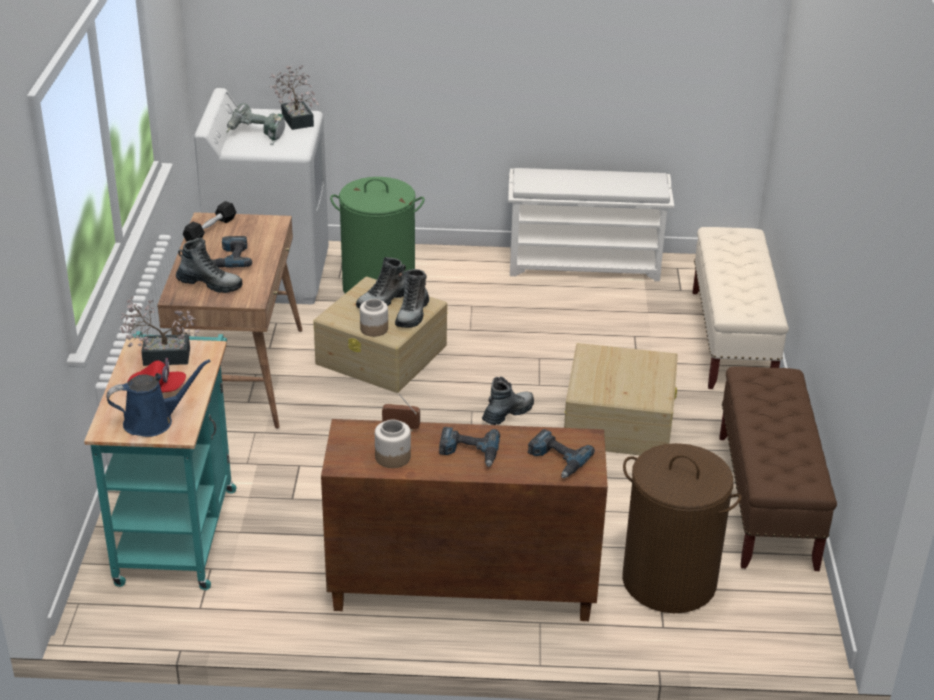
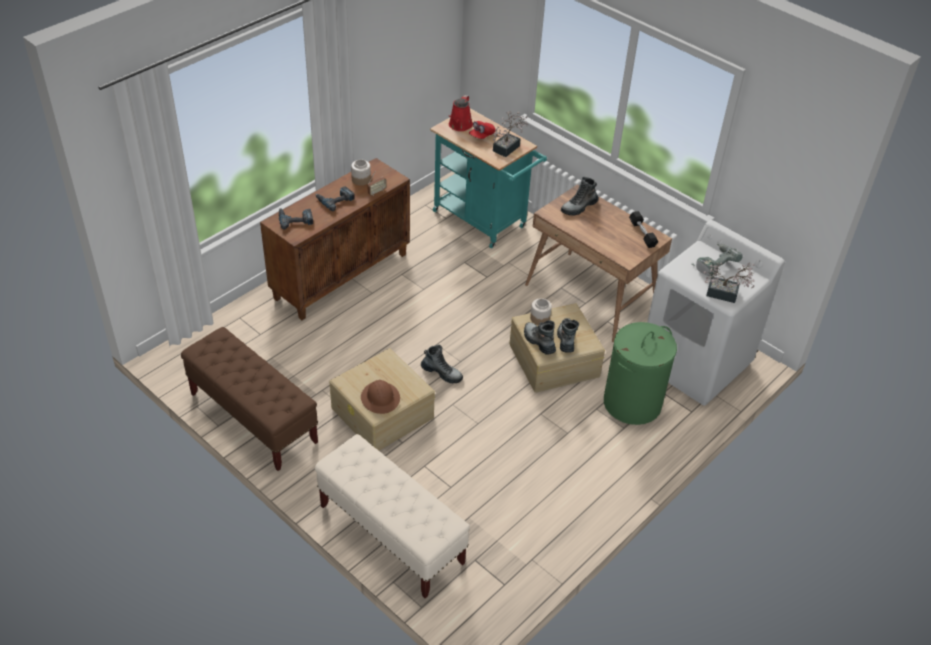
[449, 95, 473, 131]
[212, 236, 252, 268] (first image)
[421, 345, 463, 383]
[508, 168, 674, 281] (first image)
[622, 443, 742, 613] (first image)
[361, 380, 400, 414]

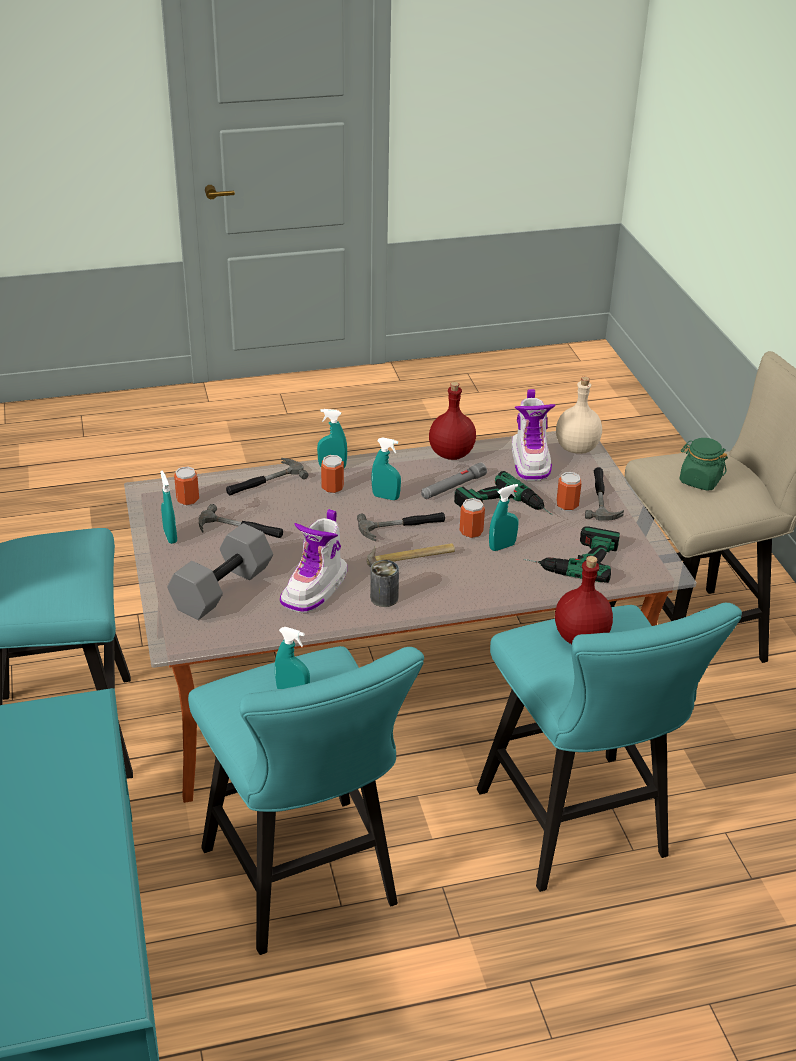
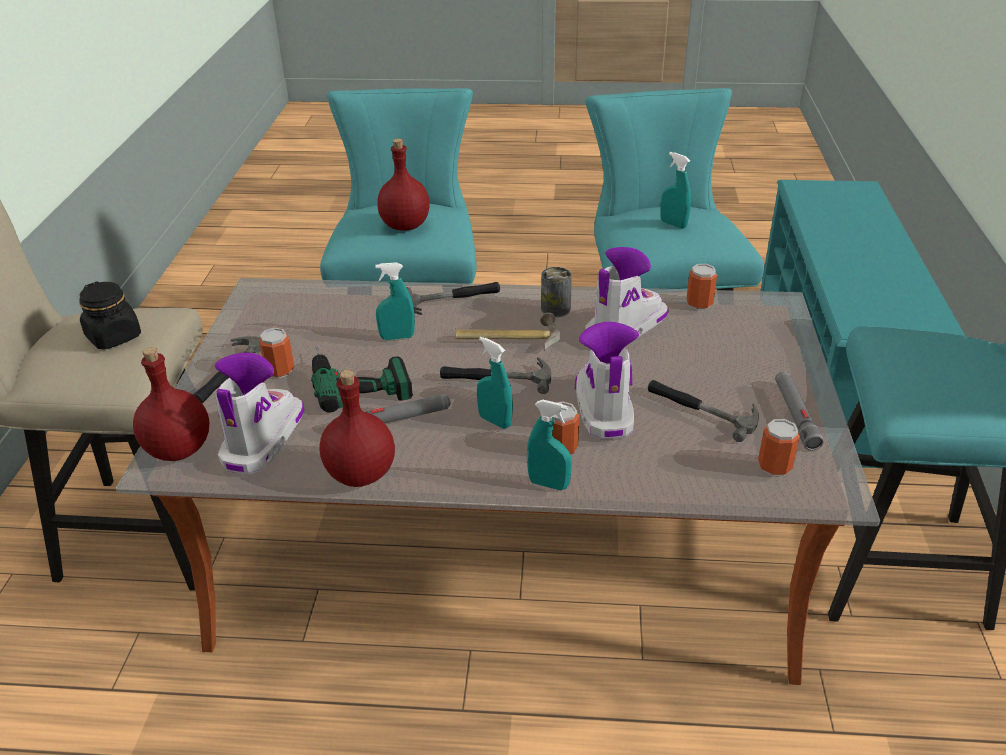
[775, 371, 824, 451]
[167, 523, 273, 620] (first image)
[406, 282, 500, 315]
[686, 264, 717, 310]
[524, 526, 620, 583] (first image)
[133, 347, 209, 461]
[79, 281, 141, 349]
[575, 322, 639, 439]

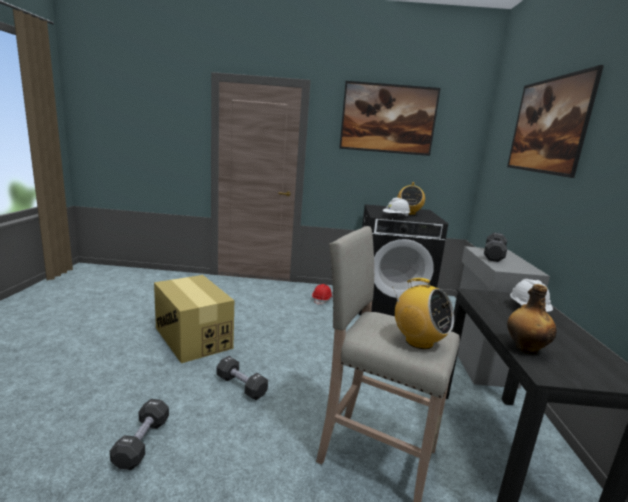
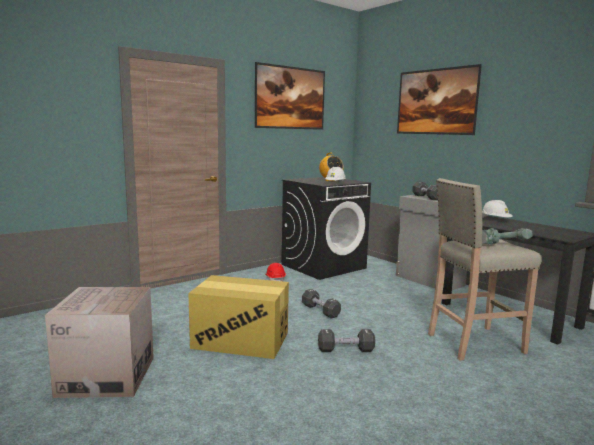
[302, 289, 341, 319]
[482, 228, 533, 244]
[507, 284, 556, 354] (first image)
[45, 287, 154, 398]

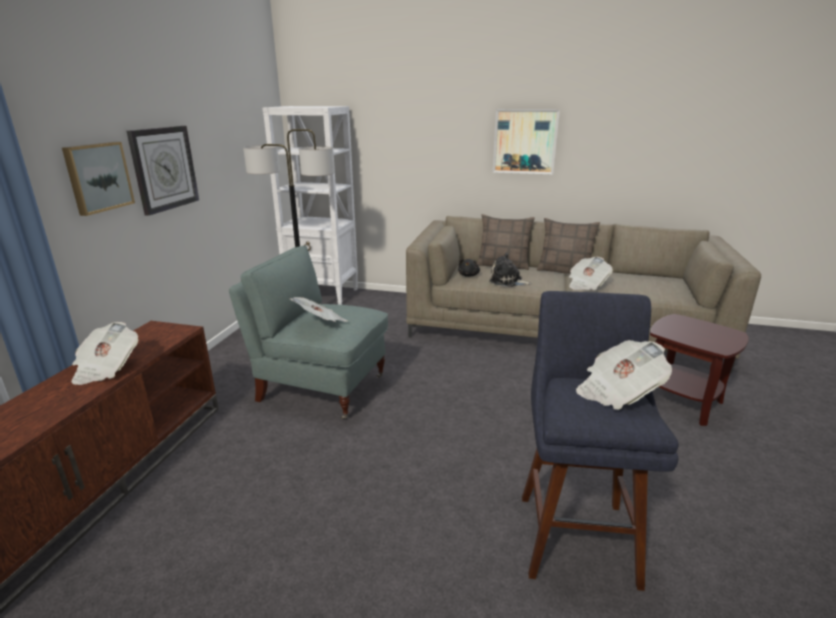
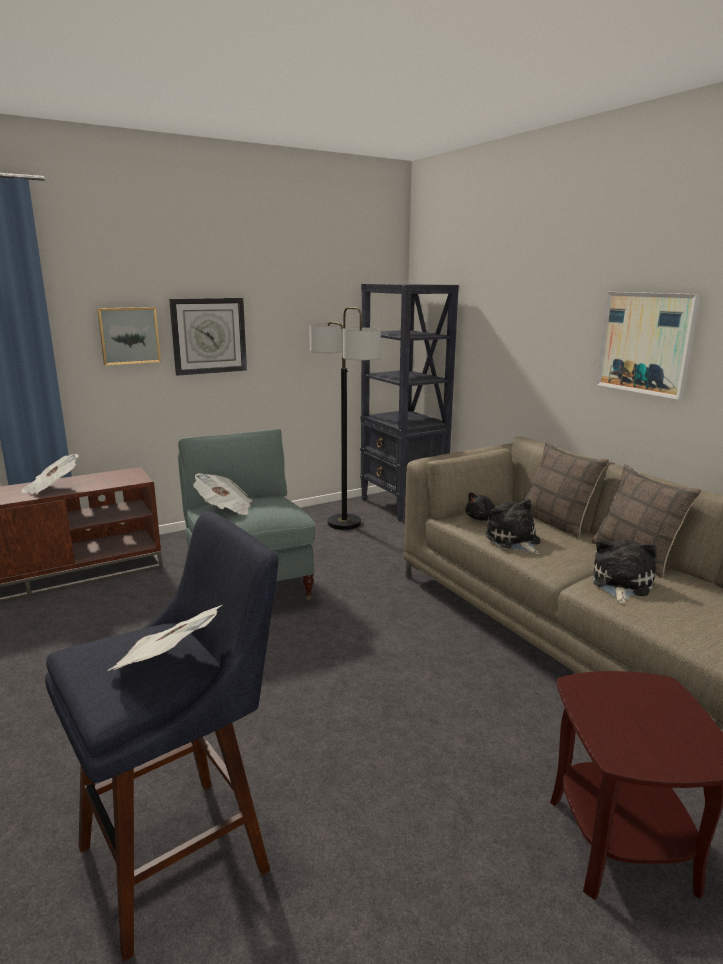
[360, 284, 459, 522]
[593, 539, 657, 604]

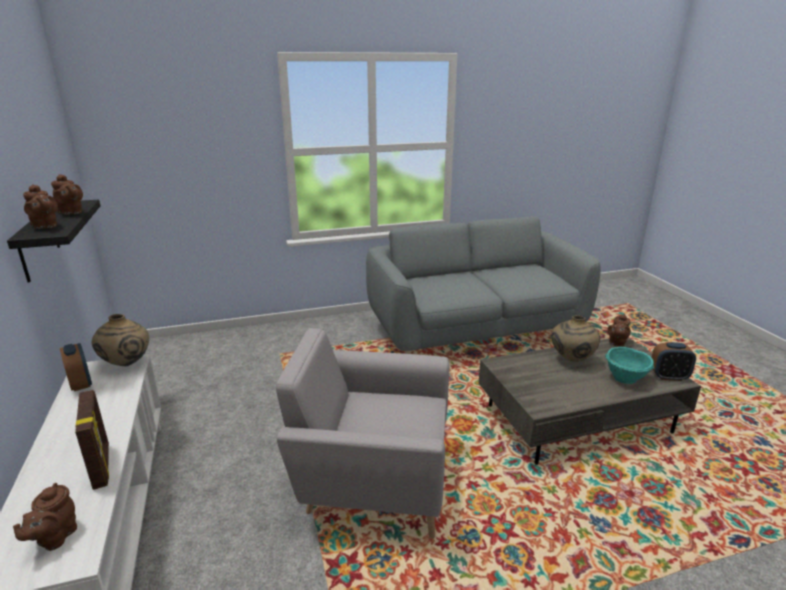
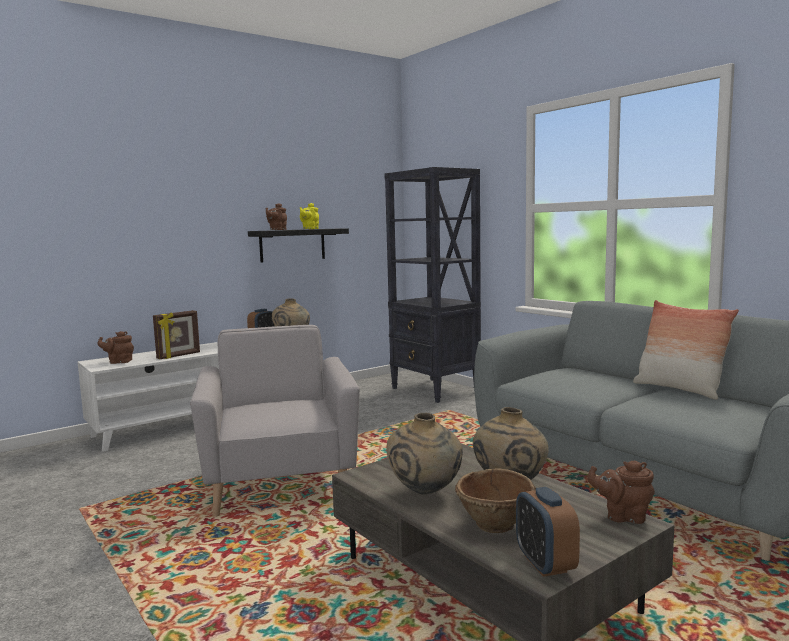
[300, 203, 319, 229]
[455, 468, 536, 533]
[384, 167, 481, 403]
[387, 413, 463, 494]
[633, 300, 739, 400]

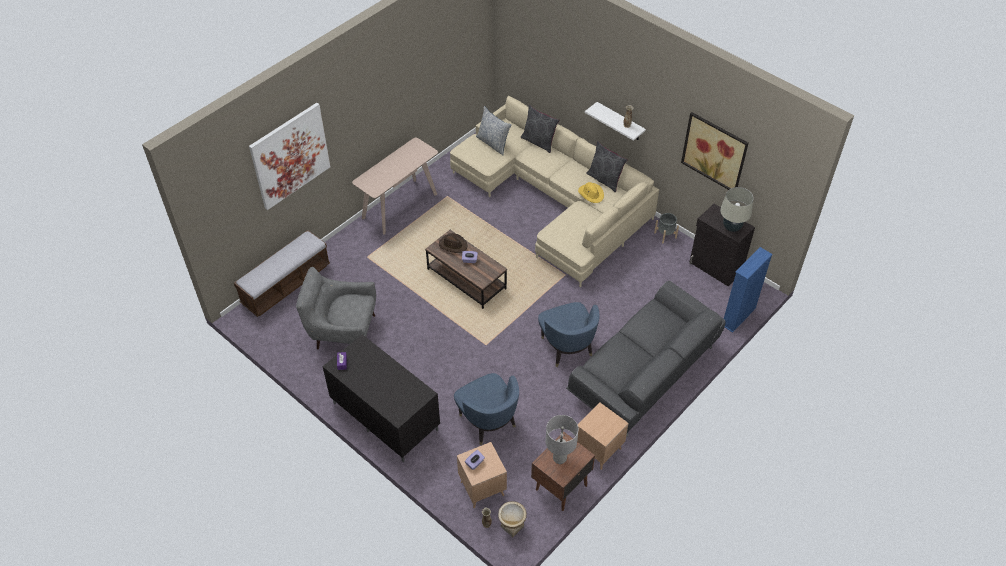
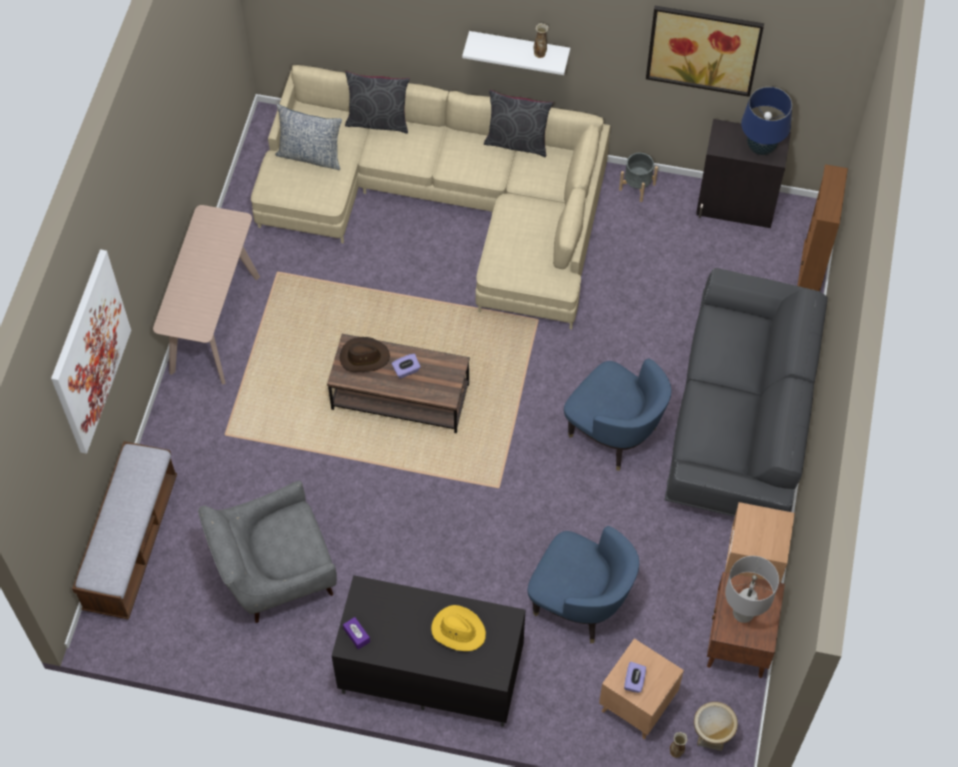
[431, 605, 486, 651]
[741, 87, 792, 155]
[797, 164, 848, 291]

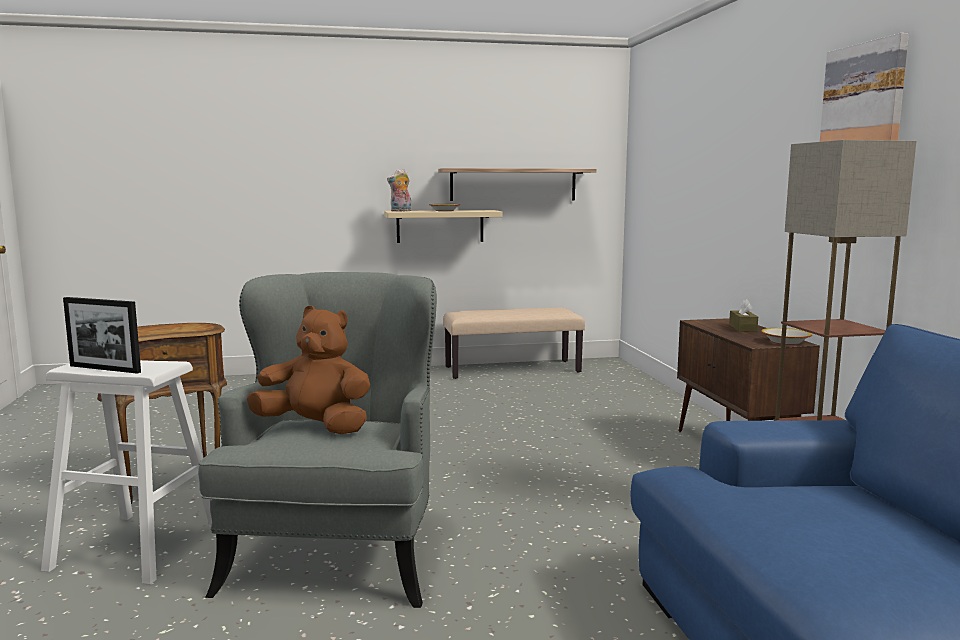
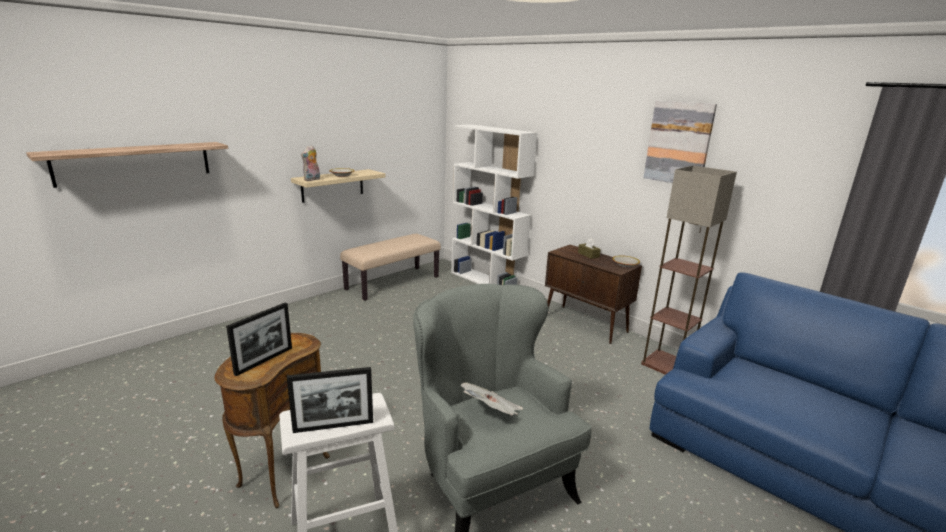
[461, 382, 523, 416]
[26, 142, 228, 188]
[226, 303, 292, 376]
[451, 124, 537, 285]

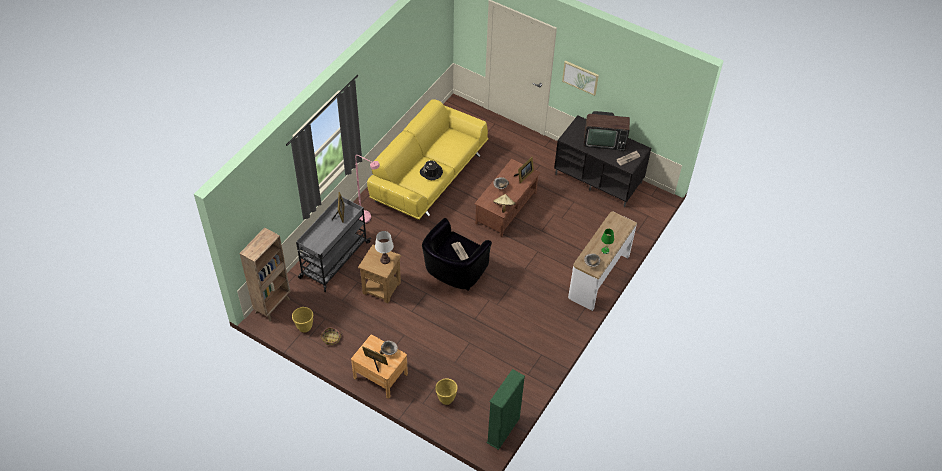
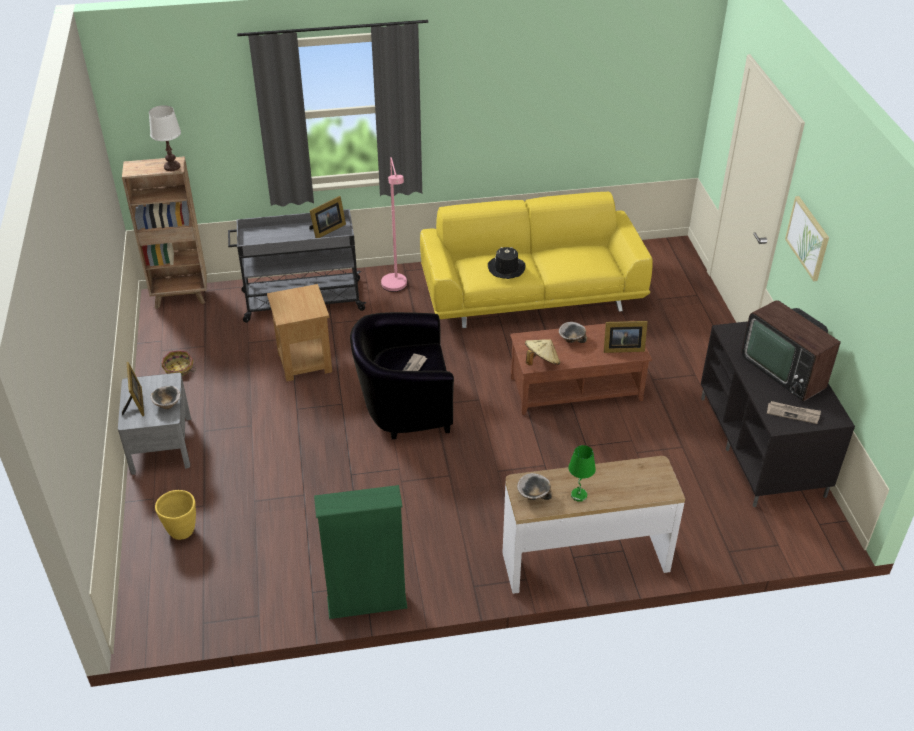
[292, 307, 313, 332] (first image)
[118, 373, 191, 475]
[149, 105, 181, 171]
[314, 485, 408, 619]

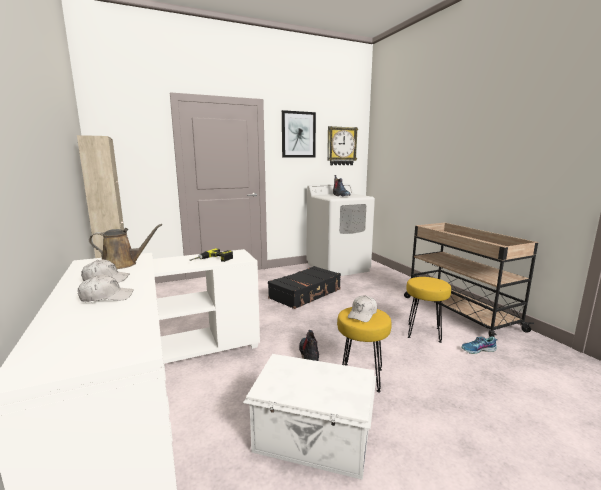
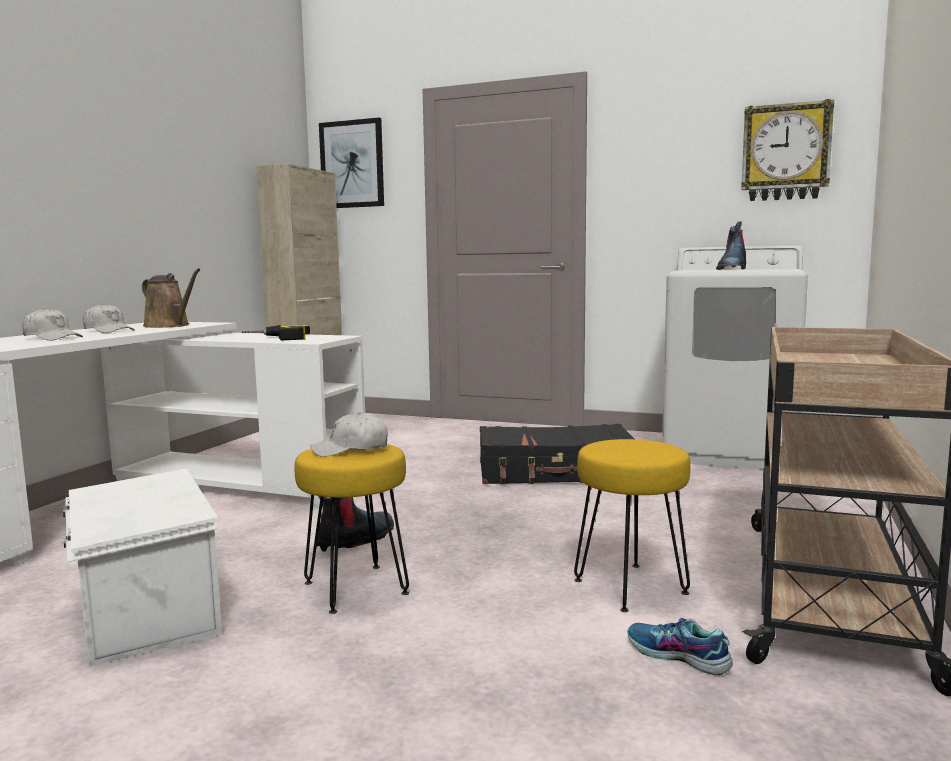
[319, 118, 384, 208]

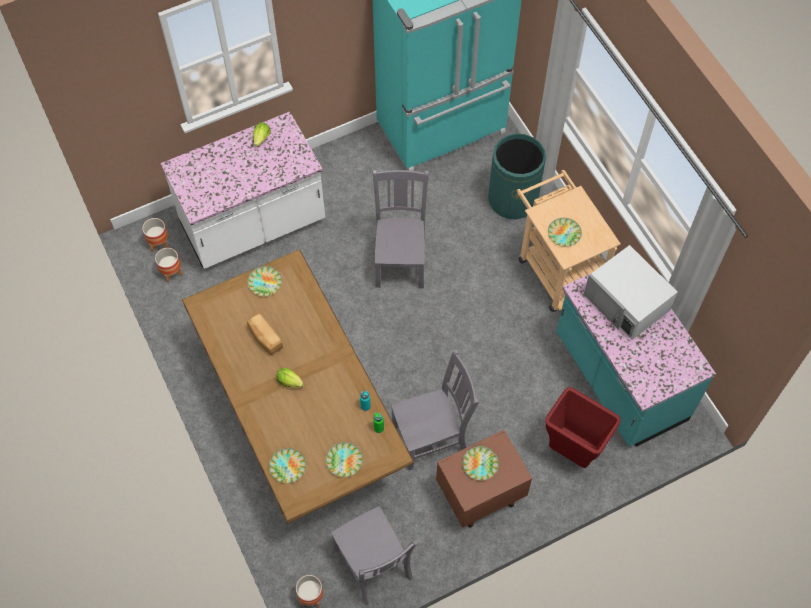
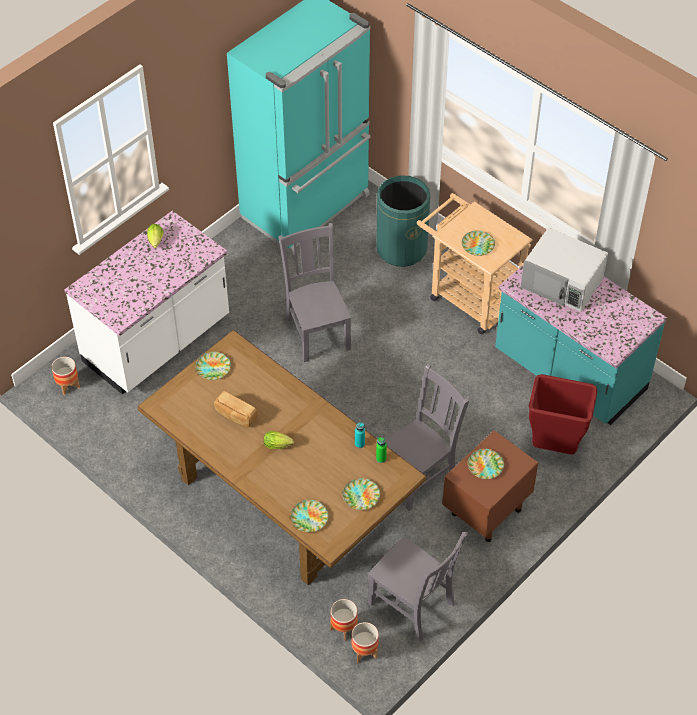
[330, 599, 358, 641]

